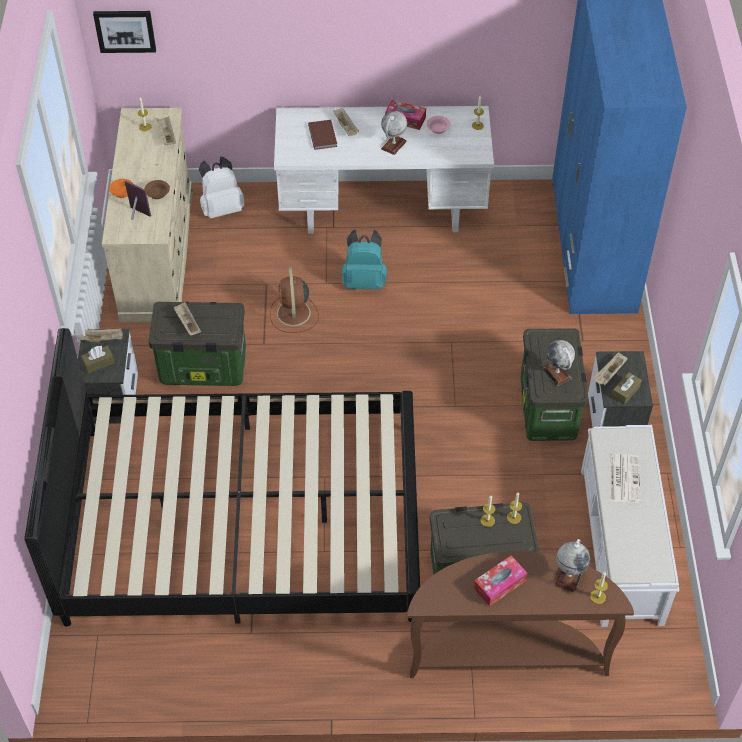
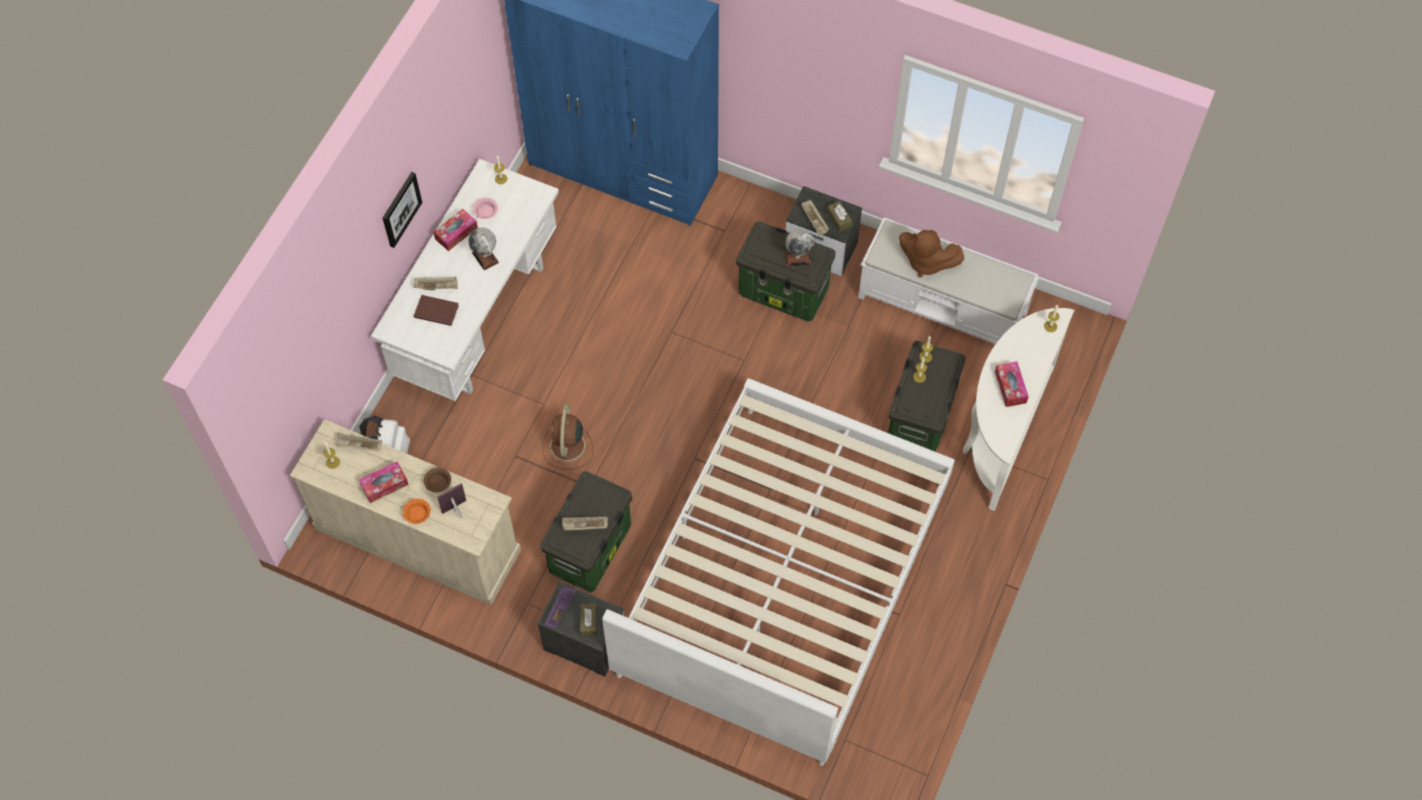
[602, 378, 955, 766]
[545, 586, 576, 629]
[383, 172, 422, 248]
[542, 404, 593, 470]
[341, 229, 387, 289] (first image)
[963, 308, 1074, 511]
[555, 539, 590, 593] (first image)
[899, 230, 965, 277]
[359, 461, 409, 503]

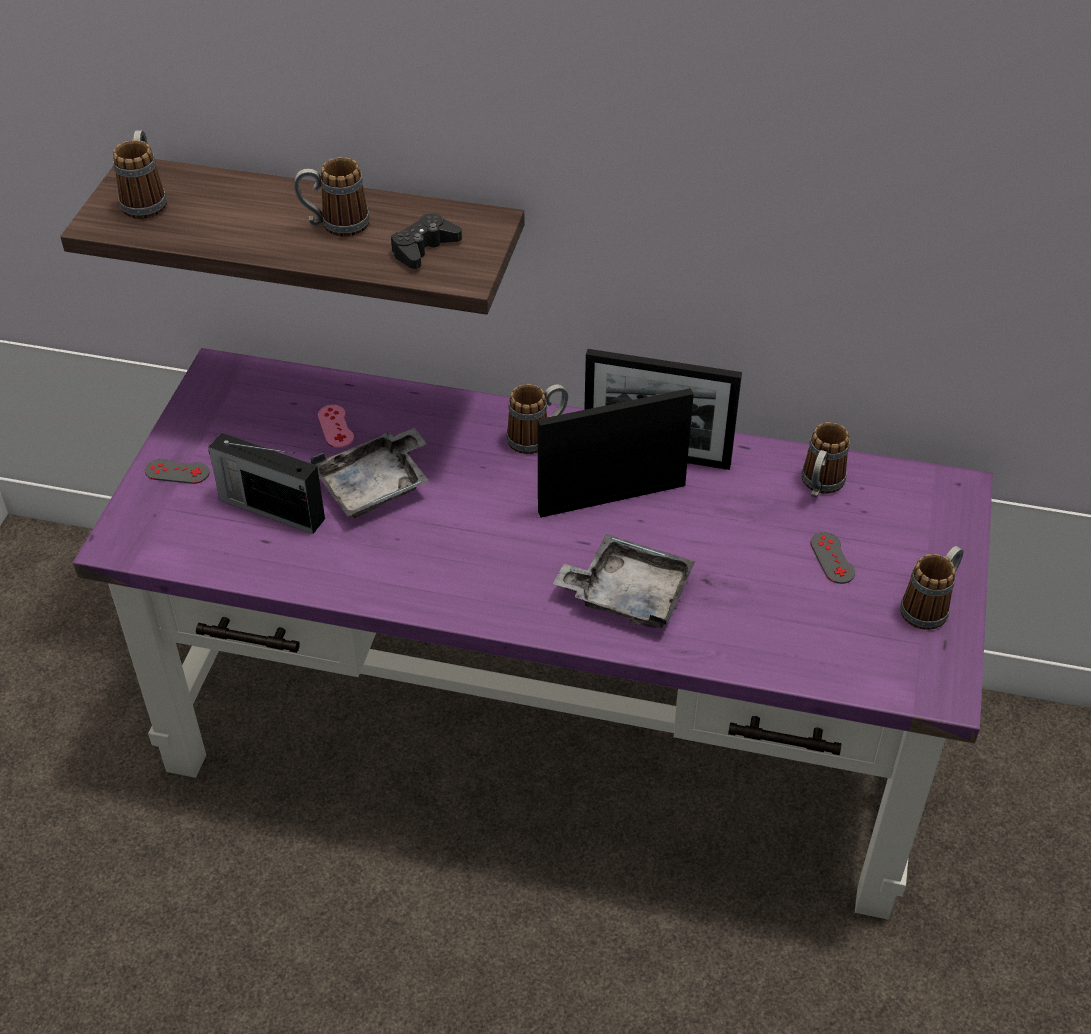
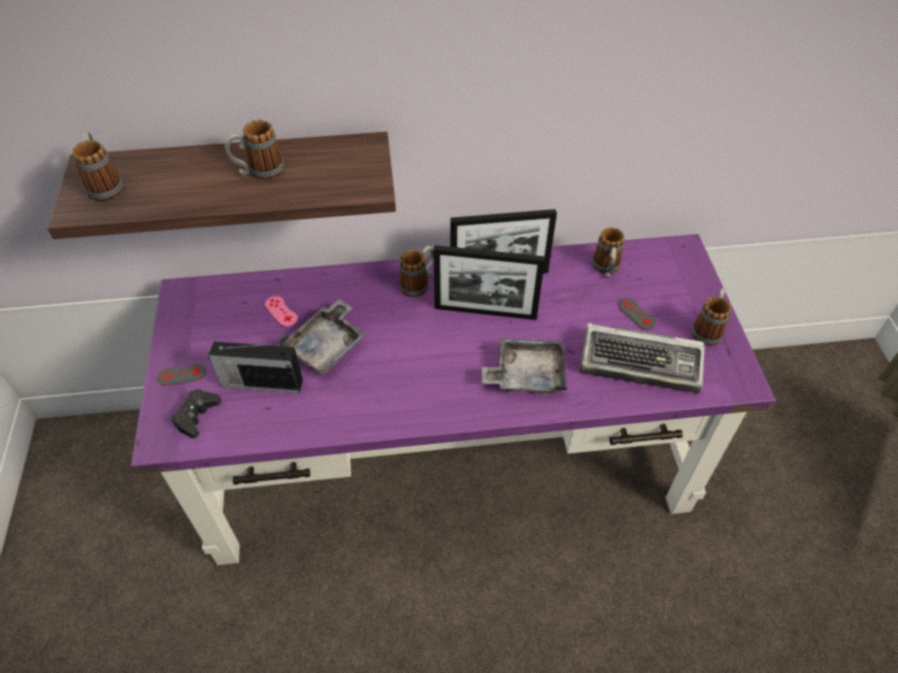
[171, 389, 221, 438]
[433, 245, 545, 320]
[580, 322, 705, 393]

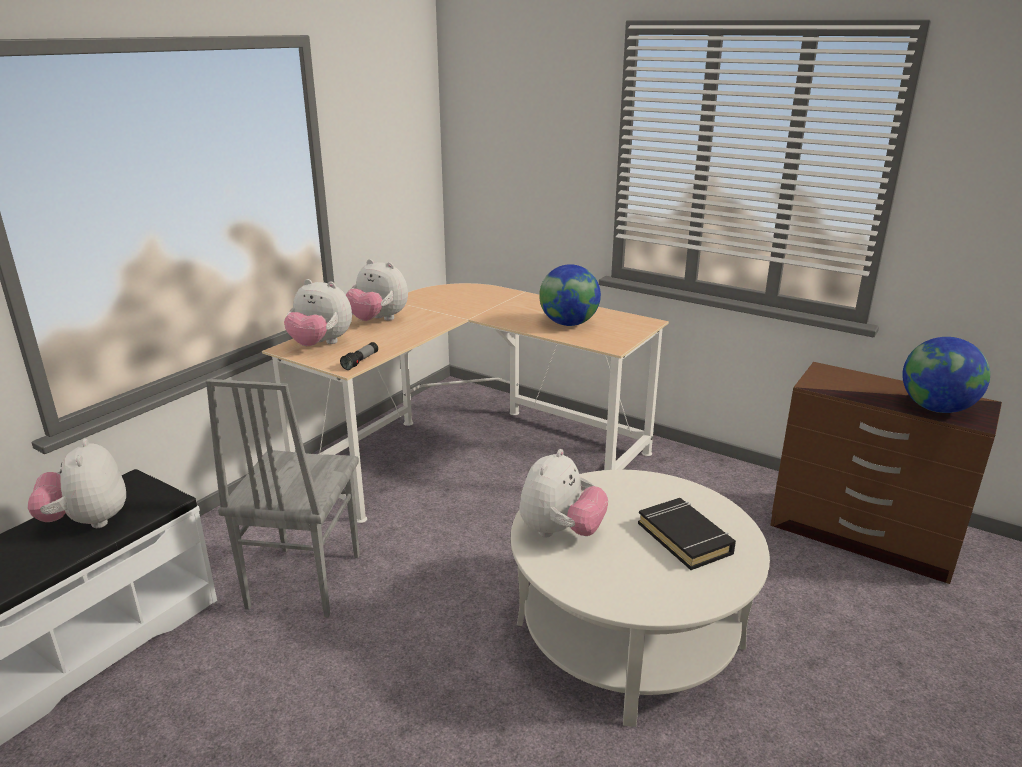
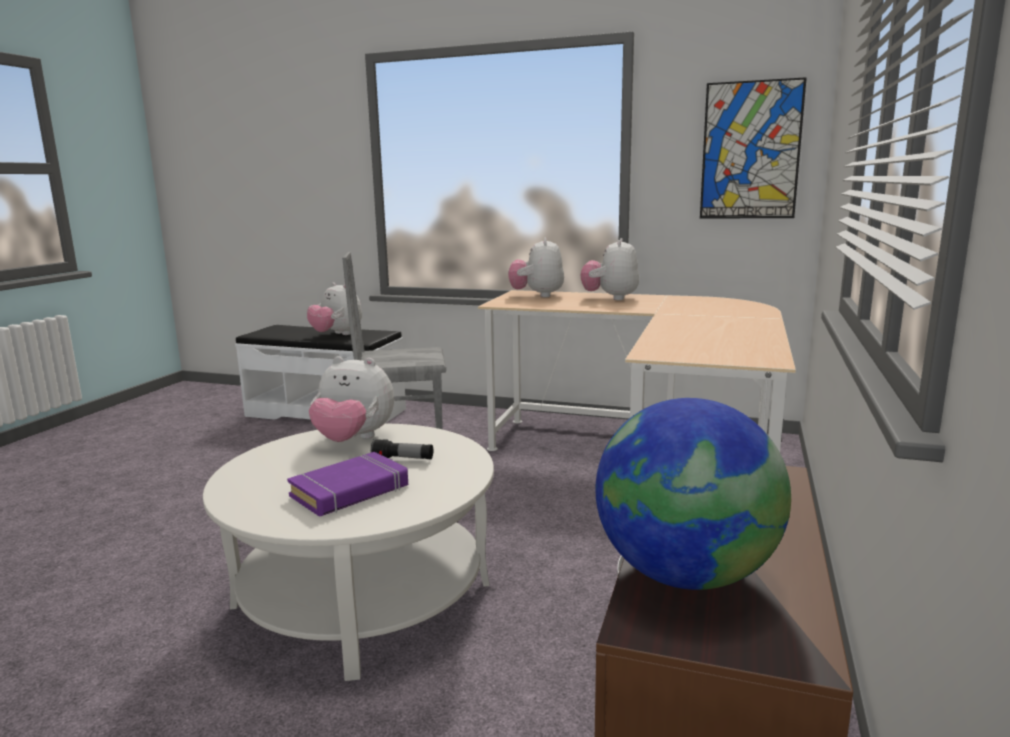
[307, 282, 362, 335]
[371, 439, 433, 460]
[539, 264, 601, 326] (first image)
[287, 452, 408, 517]
[700, 77, 807, 218]

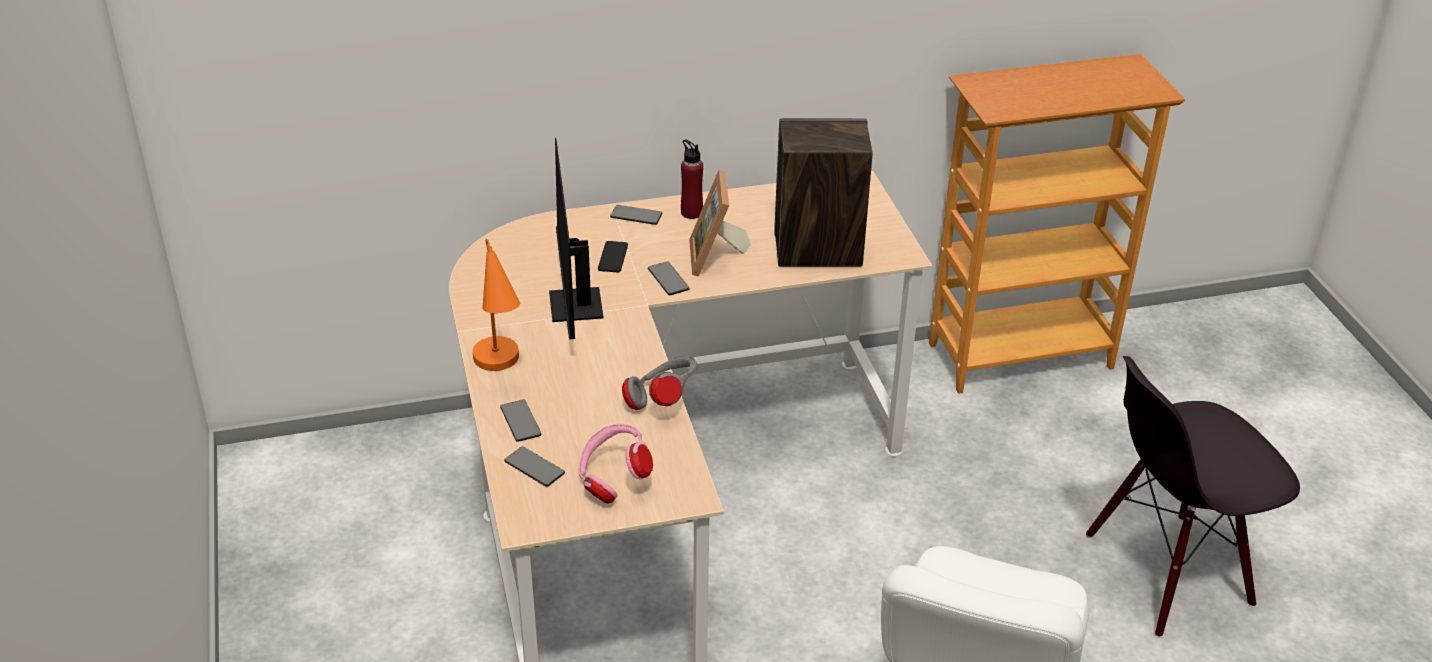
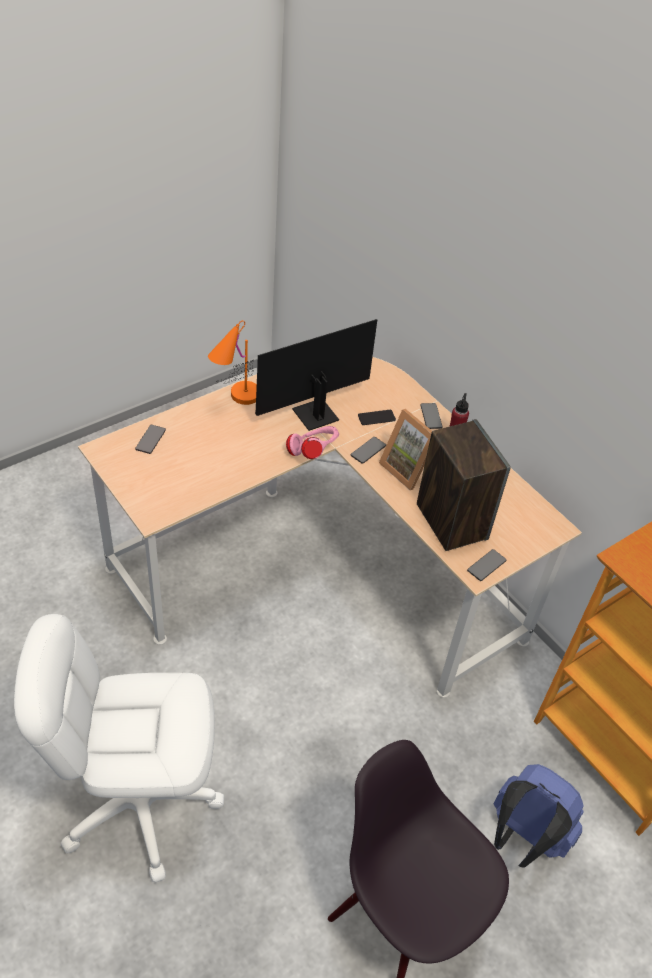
[467, 549, 506, 581]
[286, 426, 339, 459]
[622, 355, 698, 410] (first image)
[379, 409, 432, 490]
[494, 764, 584, 868]

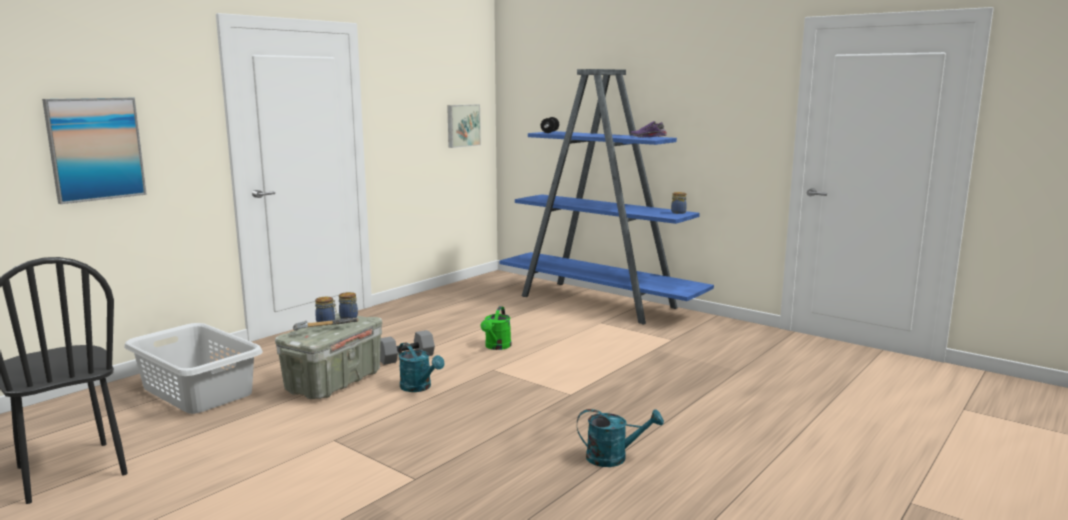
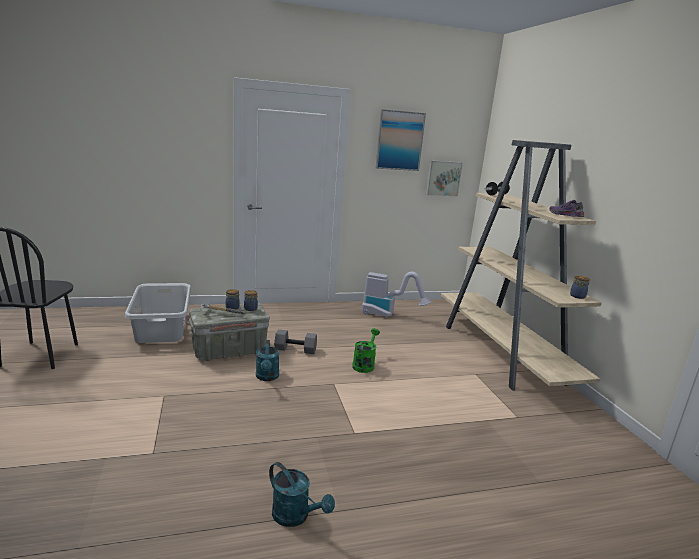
[376, 109, 426, 171]
[352, 328, 380, 373]
[441, 140, 602, 391]
[361, 272, 432, 318]

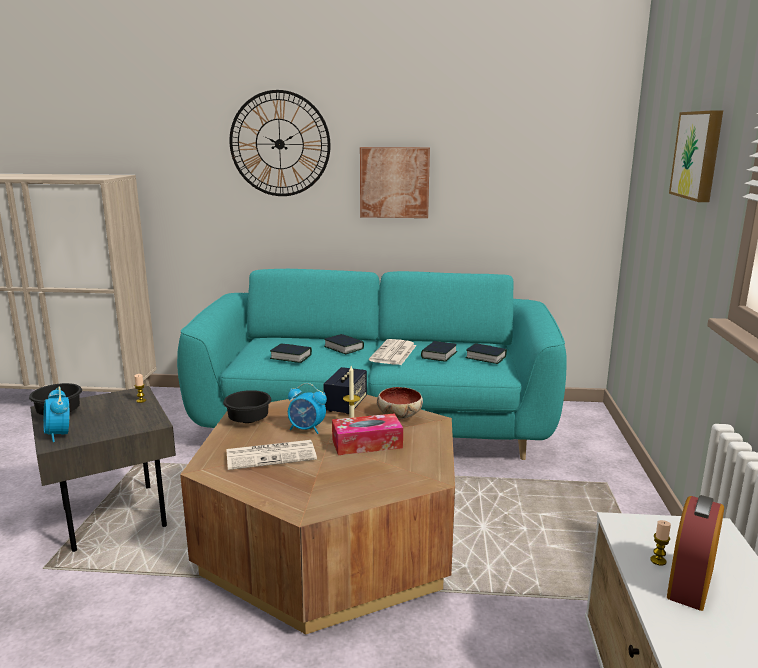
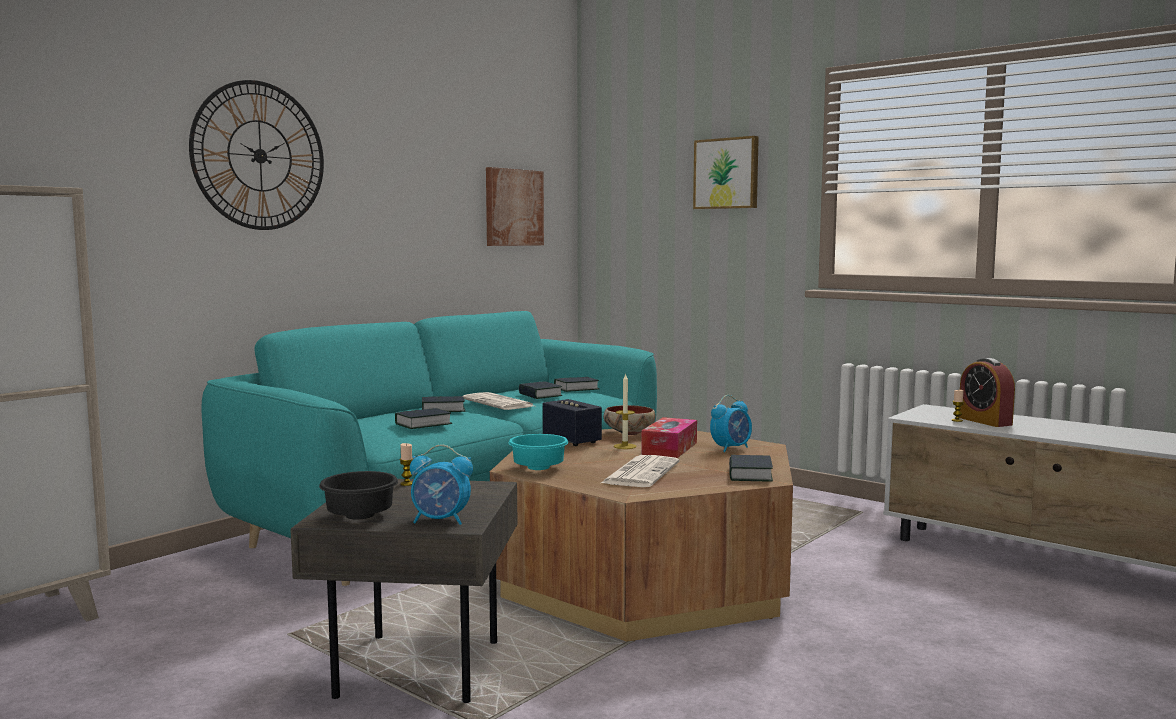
[508, 434, 568, 470]
[710, 395, 752, 452]
[486, 167, 544, 246]
[729, 455, 773, 481]

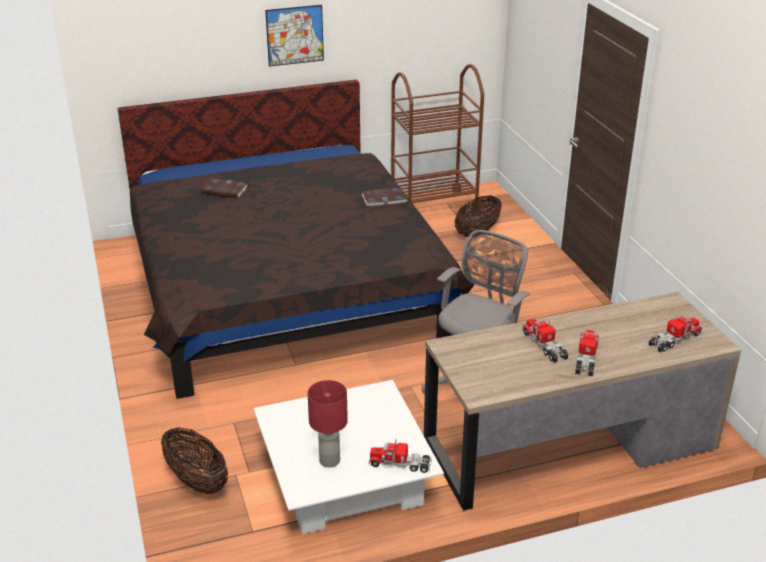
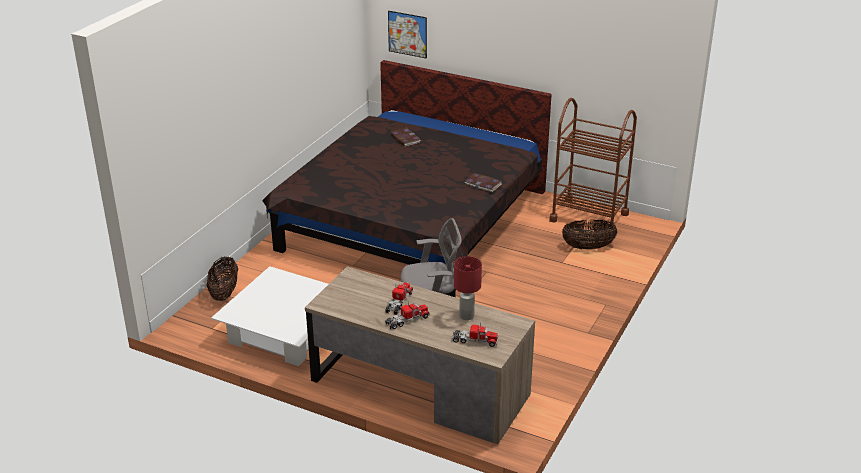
[388, 11, 427, 59]
[454, 256, 482, 320]
[369, 439, 432, 473] (first image)

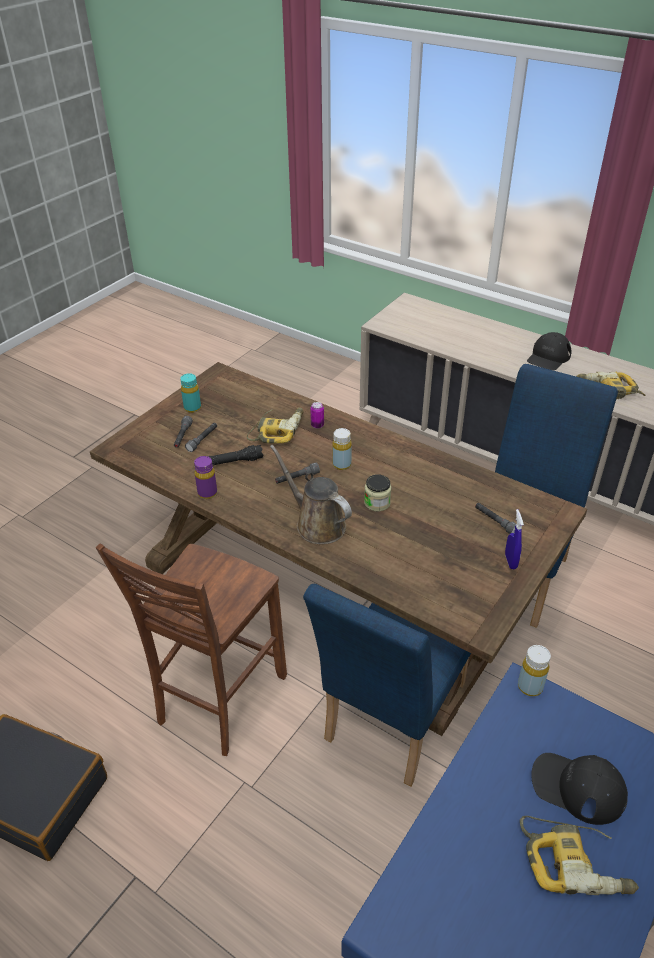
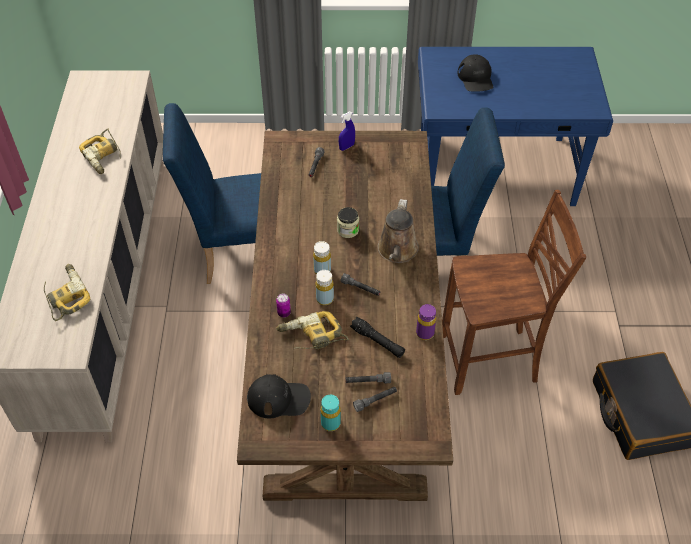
[316, 270, 334, 305]
[44, 264, 90, 321]
[247, 374, 311, 418]

